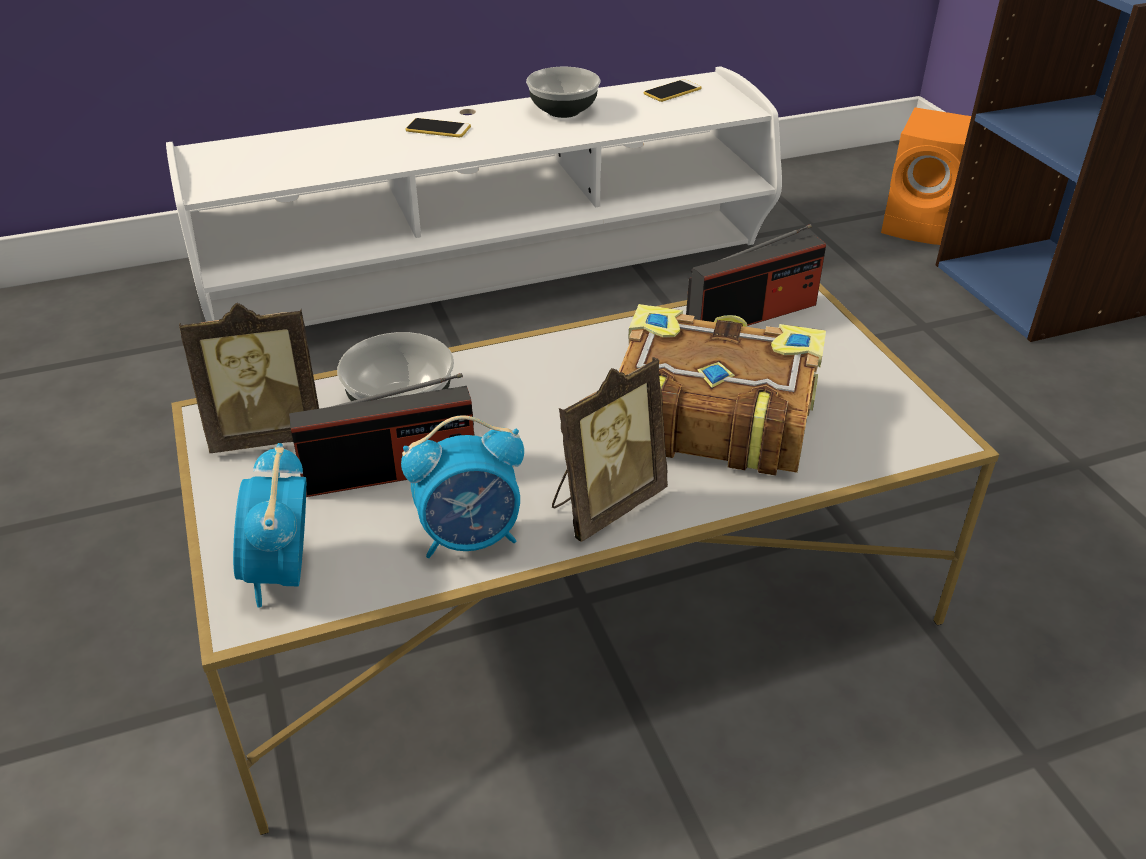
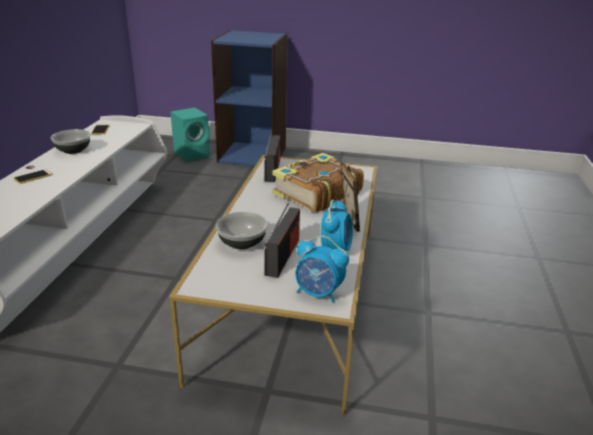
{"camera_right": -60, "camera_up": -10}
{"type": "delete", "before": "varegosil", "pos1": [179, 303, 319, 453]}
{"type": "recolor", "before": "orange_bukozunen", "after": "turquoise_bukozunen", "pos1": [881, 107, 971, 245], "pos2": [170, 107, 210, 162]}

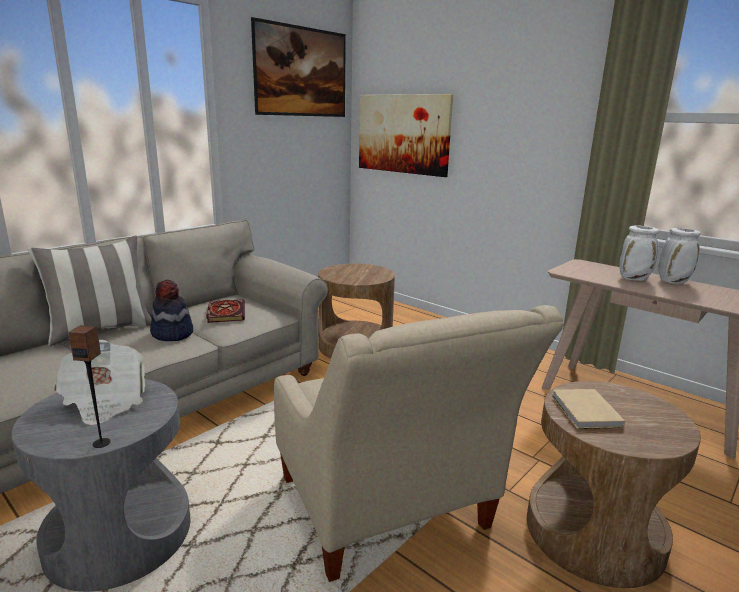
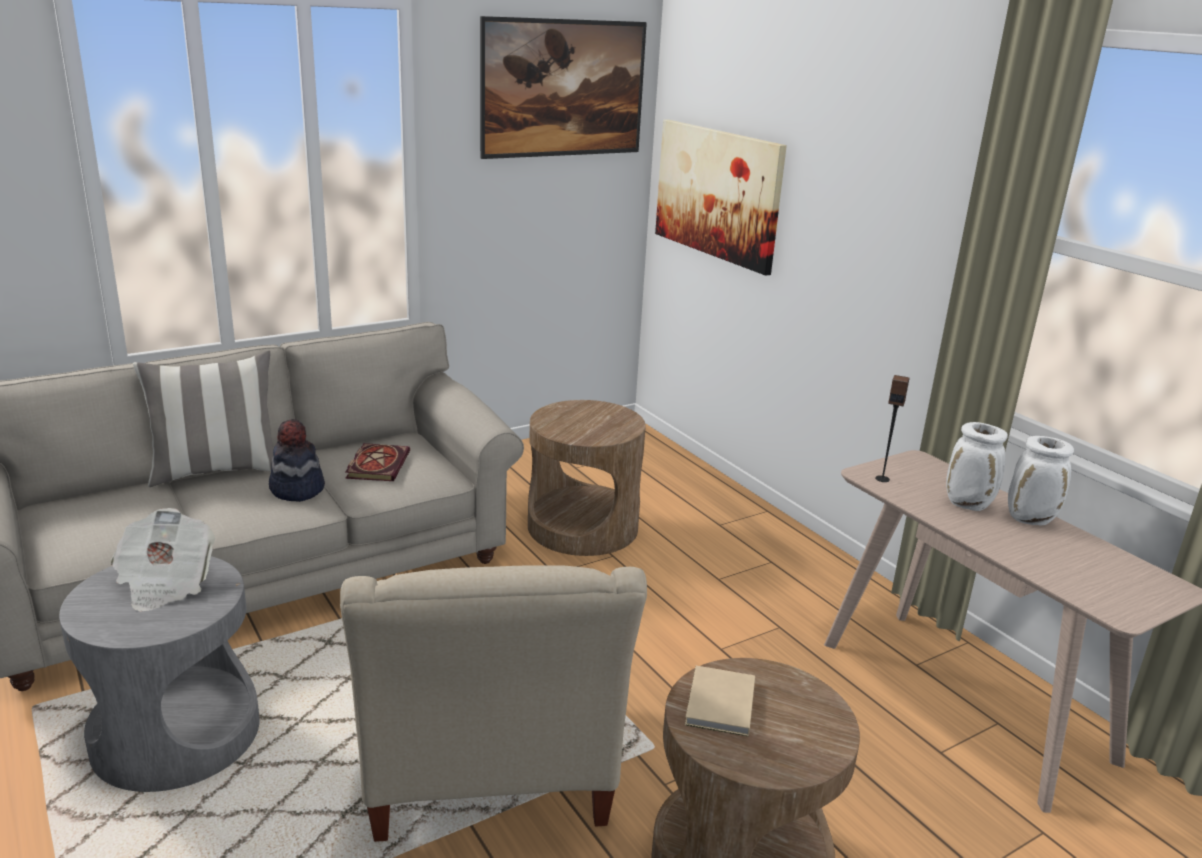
{"camera_right": 15, "camera_up": 5}
{"type": "move", "before": "bukozunen", "pos1": [69, 325, 110, 448], "pos2": [875, 375, 910, 482]}

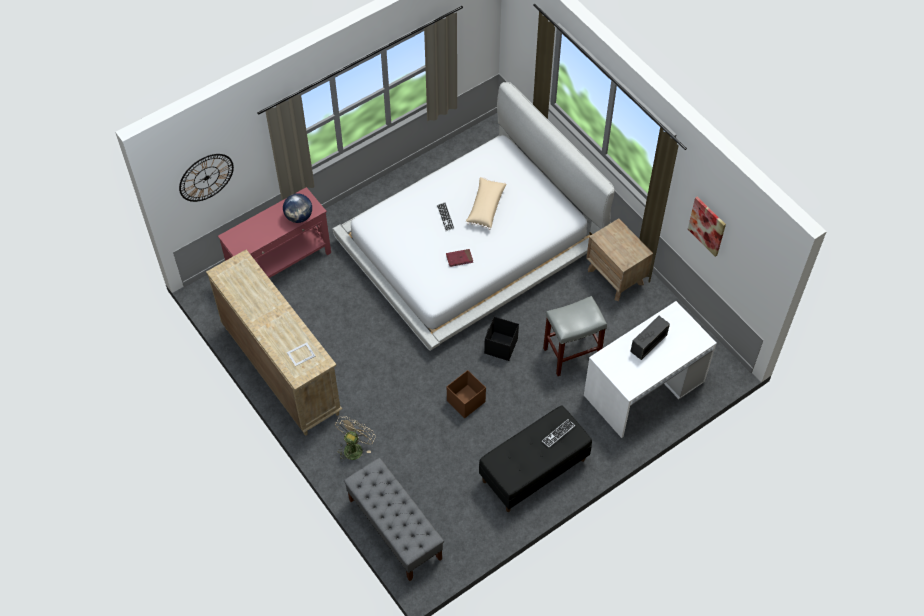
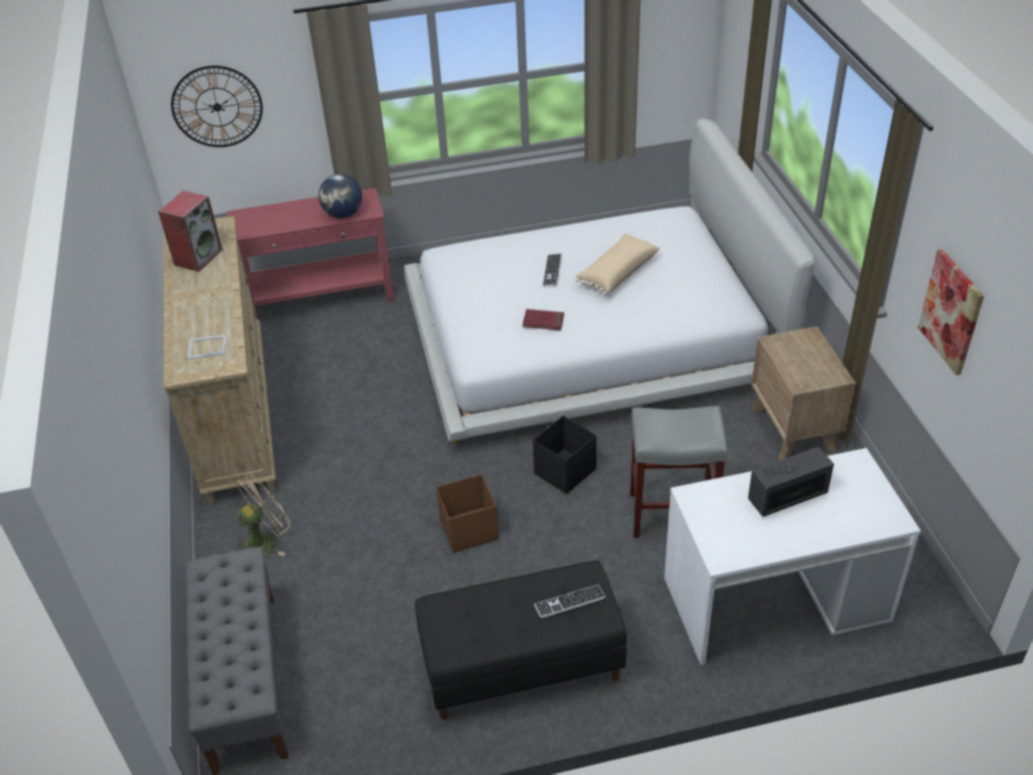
{"camera_right": 25, "camera_up": -15}
{"type": "insert", "after": "bukozunen", "pos2": [158, 190, 223, 272]}

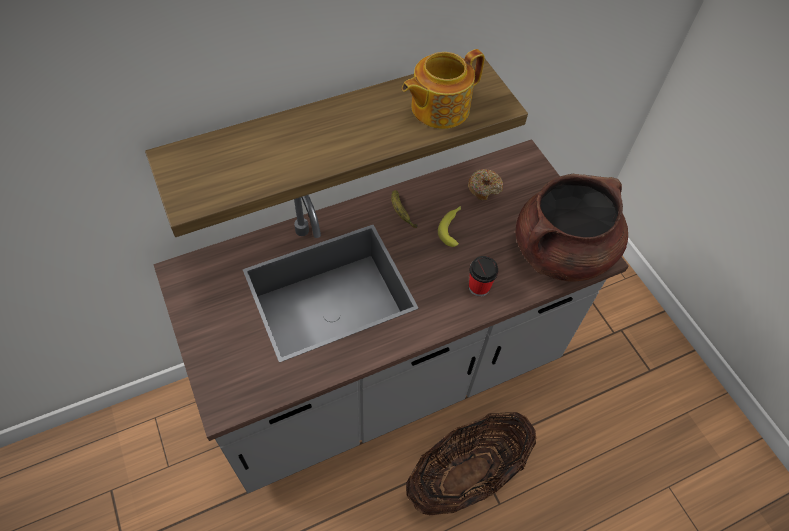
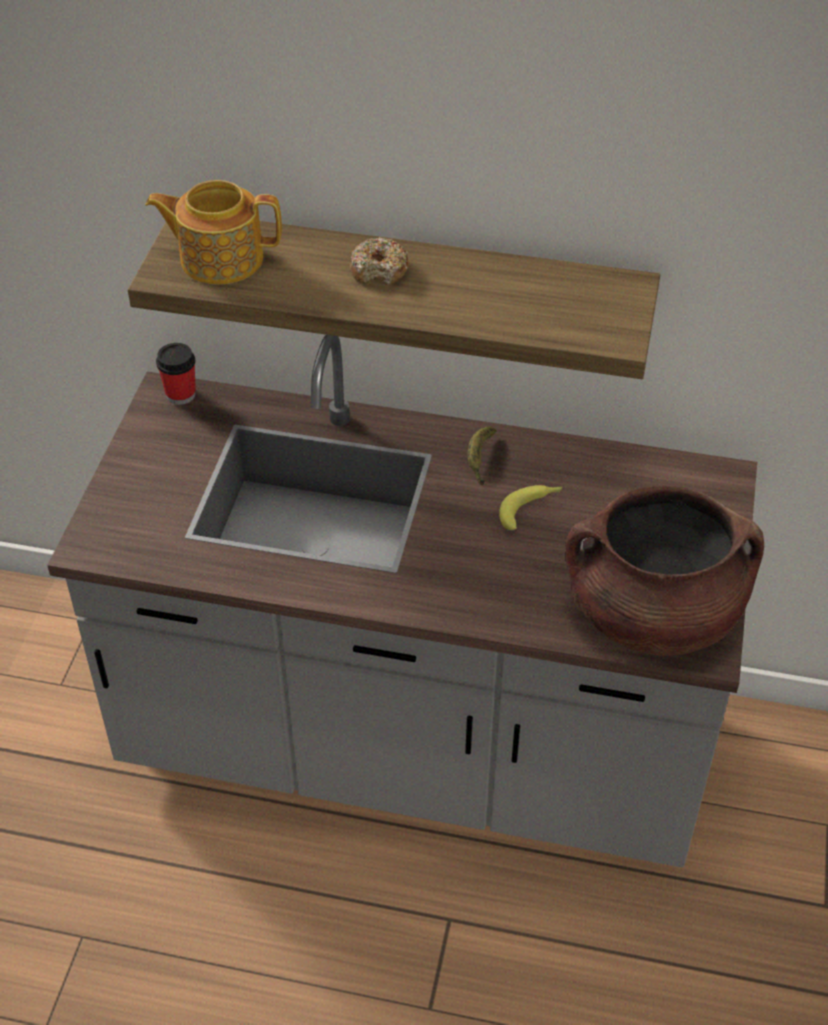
{"camera_right": 40, "camera_up": -10}
{"type": "move", "before": "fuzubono", "pos1": [402, 49, 485, 129], "pos2": [145, 180, 282, 285]}
{"type": "delete", "before": "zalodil", "pos1": [406, 412, 536, 515]}
{"type": "move", "before": "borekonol", "pos1": [468, 169, 503, 200], "pos2": [350, 237, 409, 285]}
{"type": "move", "before": "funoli", "pos1": [469, 256, 498, 297], "pos2": [156, 343, 196, 405]}

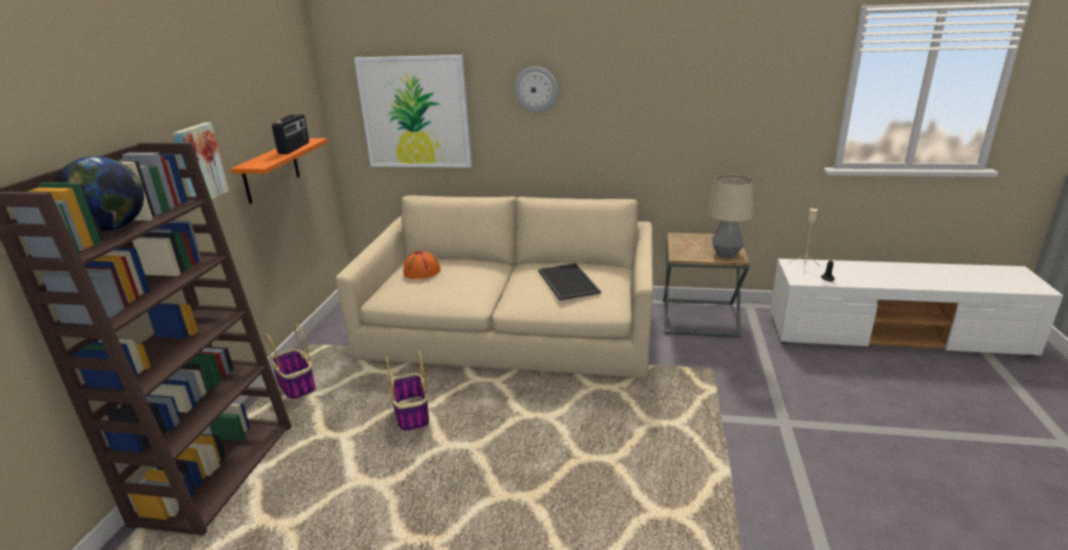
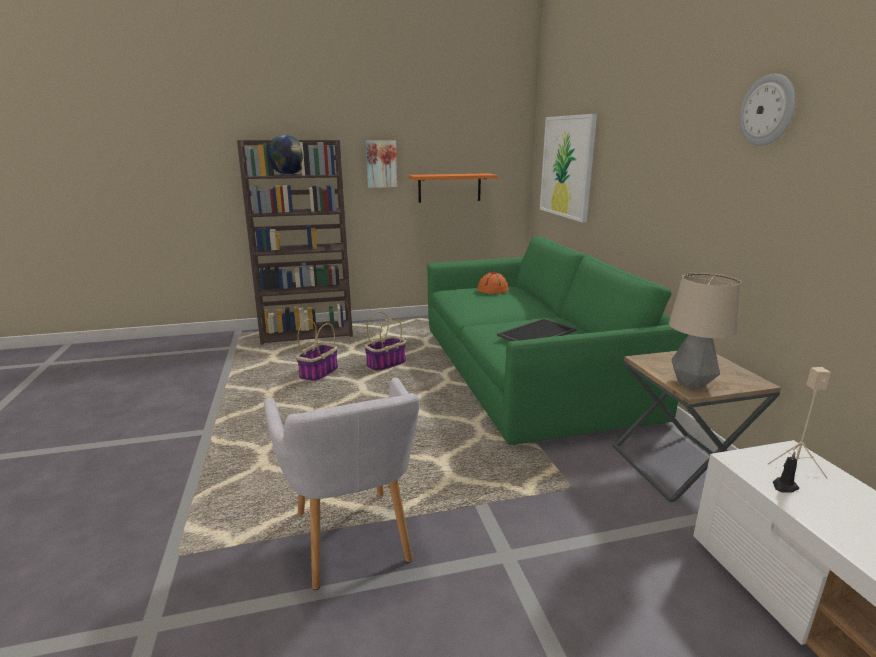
{"camera_right": 65, "camera_up": -5}
{"type": "move", "before": "zalodil", "pos1": [265, 324, 316, 400], "pos2": [296, 319, 338, 382]}
{"type": "delete", "before": "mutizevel", "pos1": [272, 114, 309, 154]}
{"type": "recolor", "before": "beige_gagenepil", "after": "green_gagenepil", "pos1": [336, 195, 653, 378], "pos2": [427, 236, 688, 445]}
{"type": "move", "before": "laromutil", "pos1": [514, 67, 558, 112], "pos2": [739, 74, 796, 146]}
{"type": "insert", "after": "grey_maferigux", "pos2": [264, 377, 420, 590]}

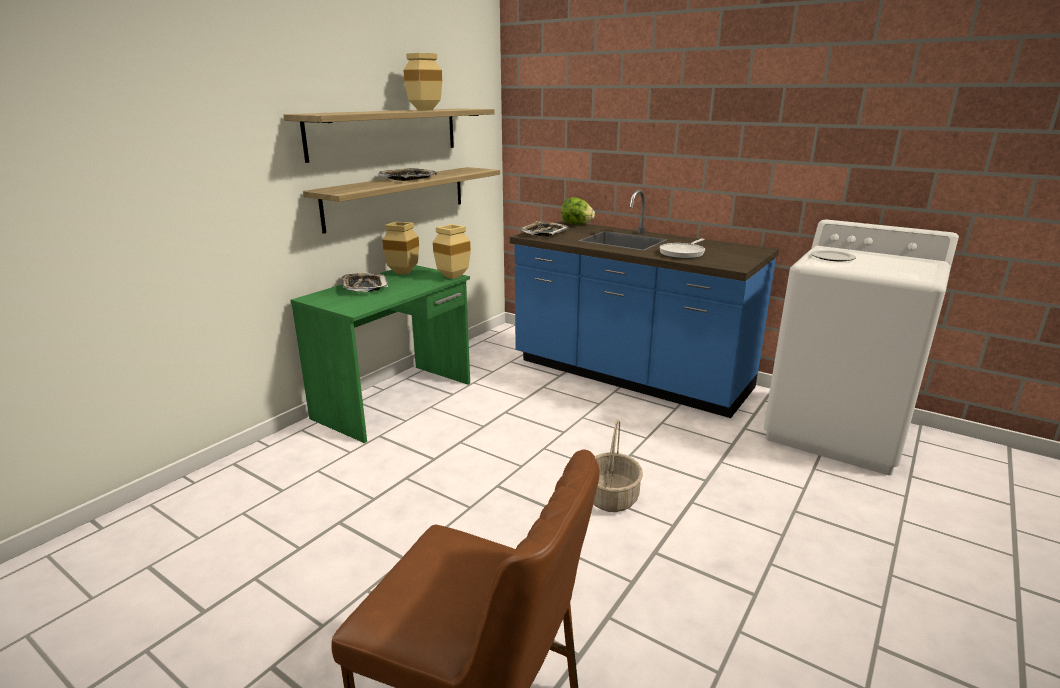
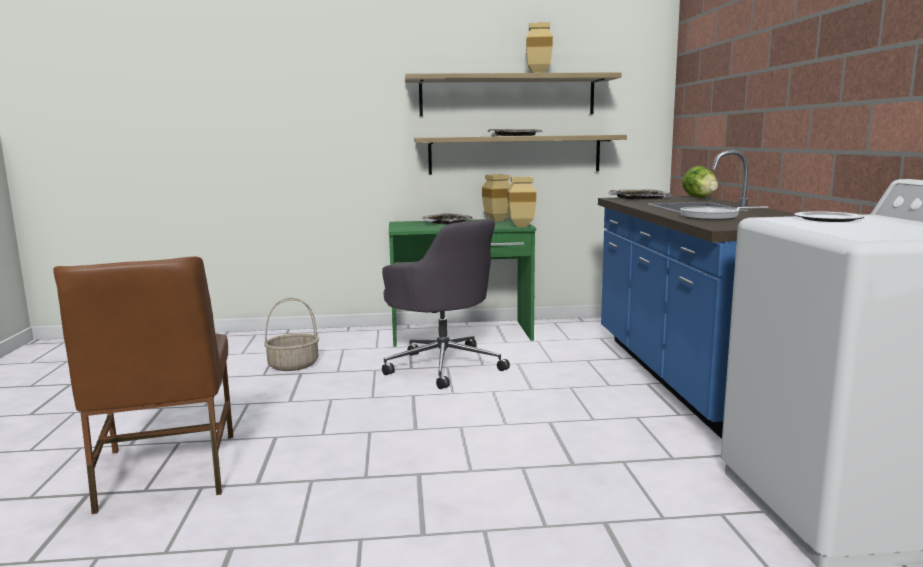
{"camera_right": 50, "camera_up": -10}
{"type": "move", "before": "zalodil", "pos1": [593, 420, 643, 512], "pos2": [264, 298, 319, 371]}
{"type": "insert", "after": "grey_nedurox", "pos2": [382, 219, 510, 389]}

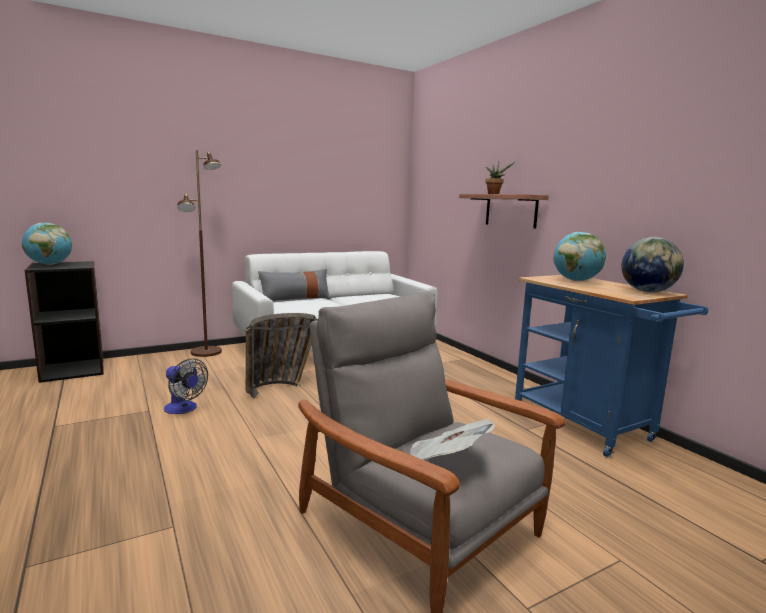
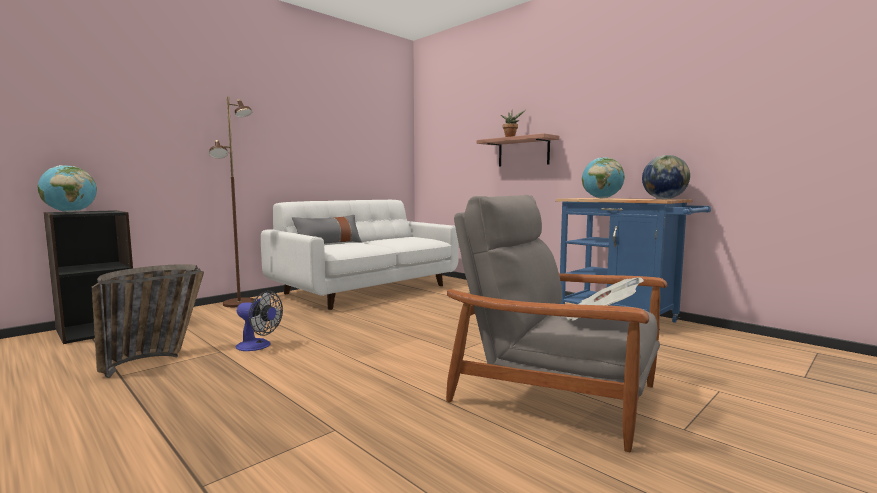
{"camera_right": -15, "camera_up": -5}
{"type": "move", "before": "zalodil", "pos1": [246, 313, 318, 398], "pos2": [92, 264, 204, 378]}

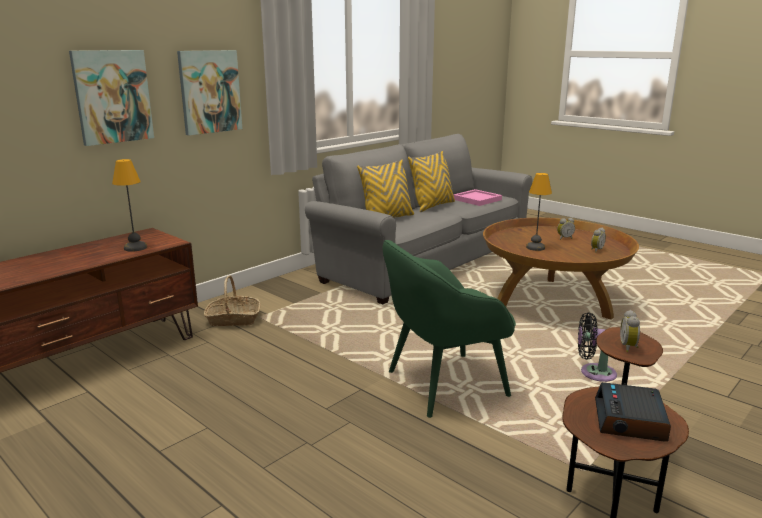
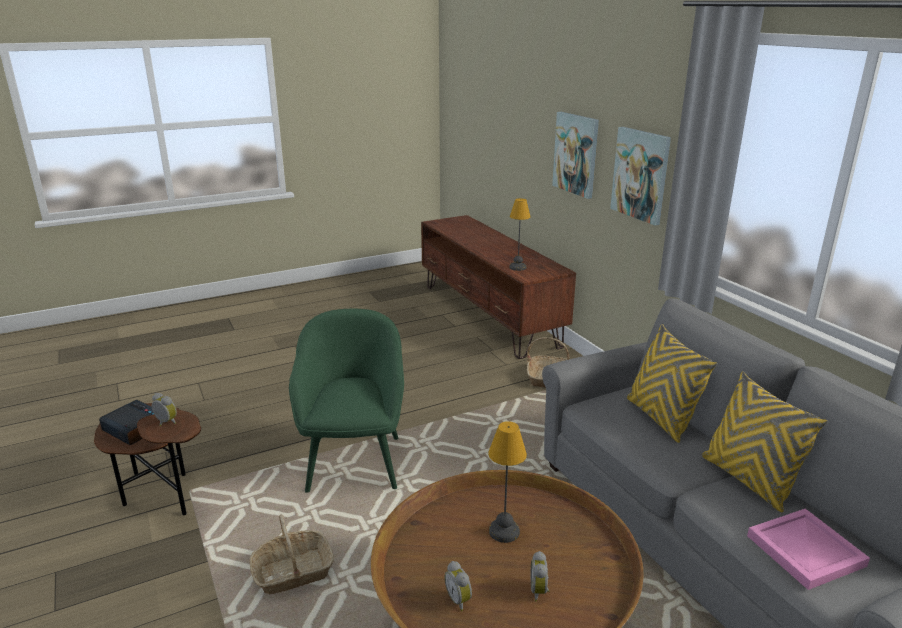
{"camera_right": 110, "camera_up": 5}
{"type": "replace", "before": "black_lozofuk", "after": "zalodil", "pos1": [578, 313, 617, 382], "pos2": [249, 514, 334, 595]}

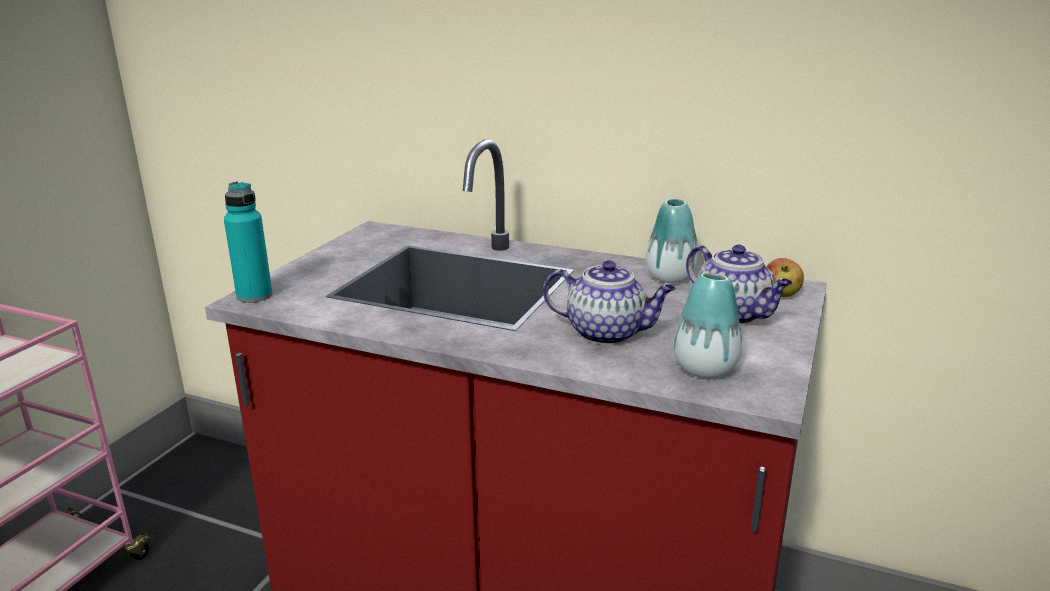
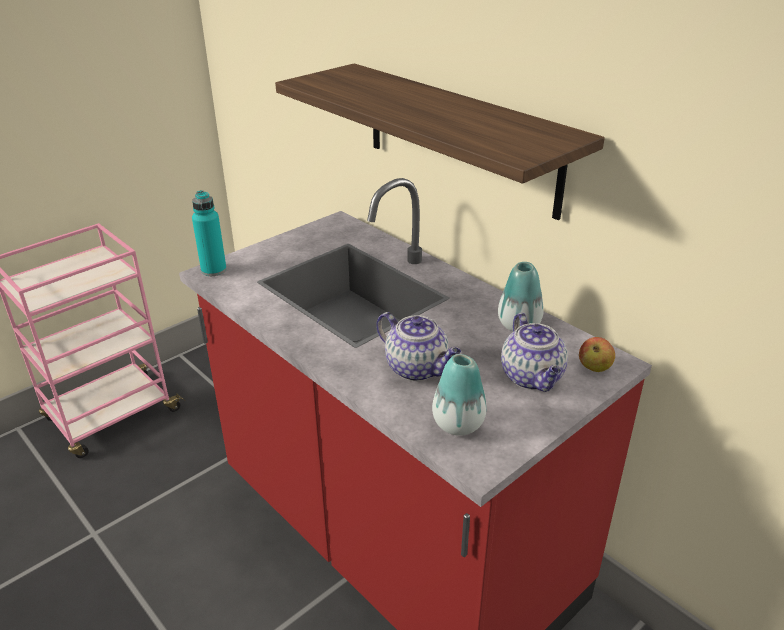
{"camera_right": 25, "camera_up": 10}
{"type": "insert", "after": "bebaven", "pos2": [275, 63, 605, 220]}

